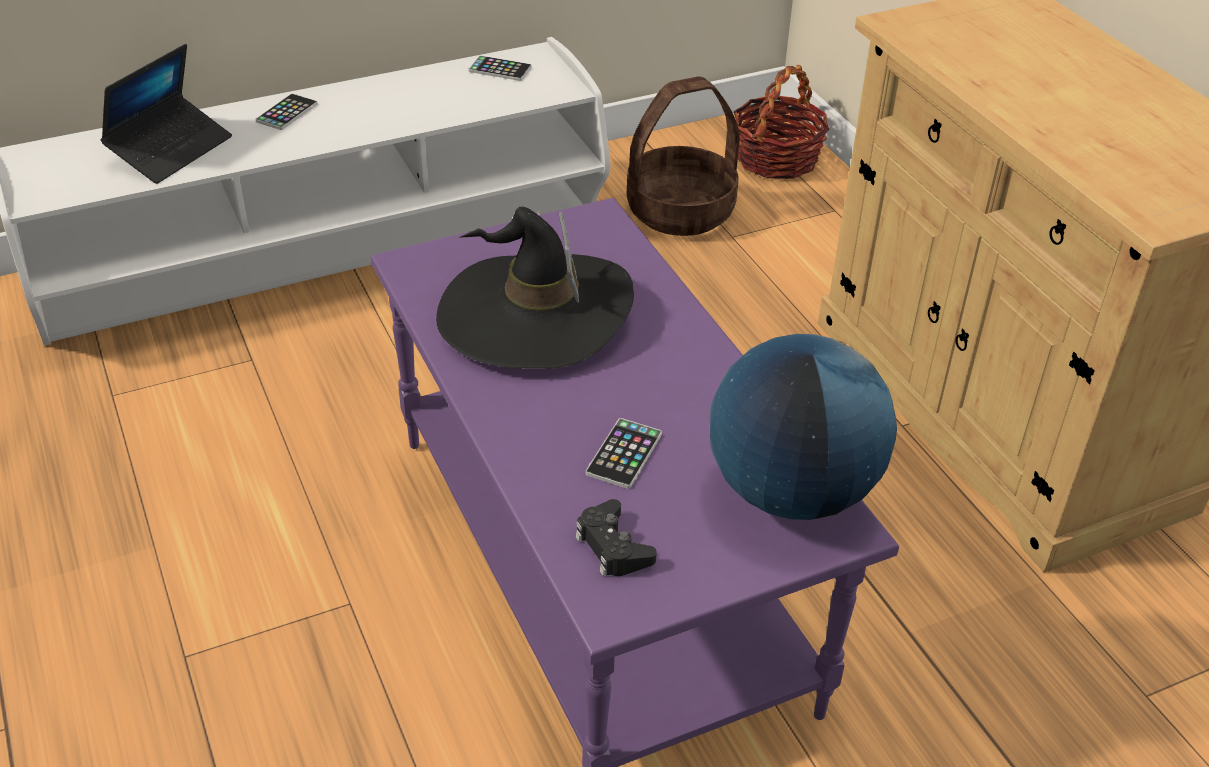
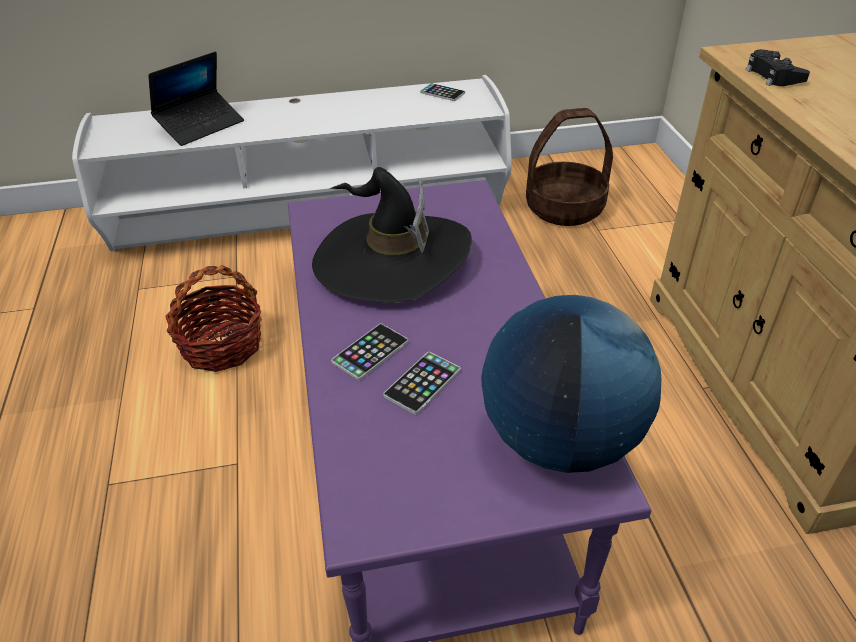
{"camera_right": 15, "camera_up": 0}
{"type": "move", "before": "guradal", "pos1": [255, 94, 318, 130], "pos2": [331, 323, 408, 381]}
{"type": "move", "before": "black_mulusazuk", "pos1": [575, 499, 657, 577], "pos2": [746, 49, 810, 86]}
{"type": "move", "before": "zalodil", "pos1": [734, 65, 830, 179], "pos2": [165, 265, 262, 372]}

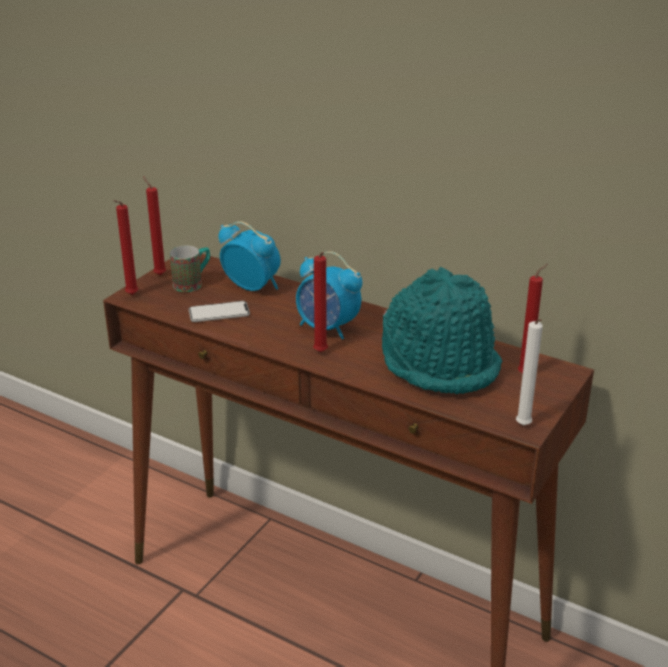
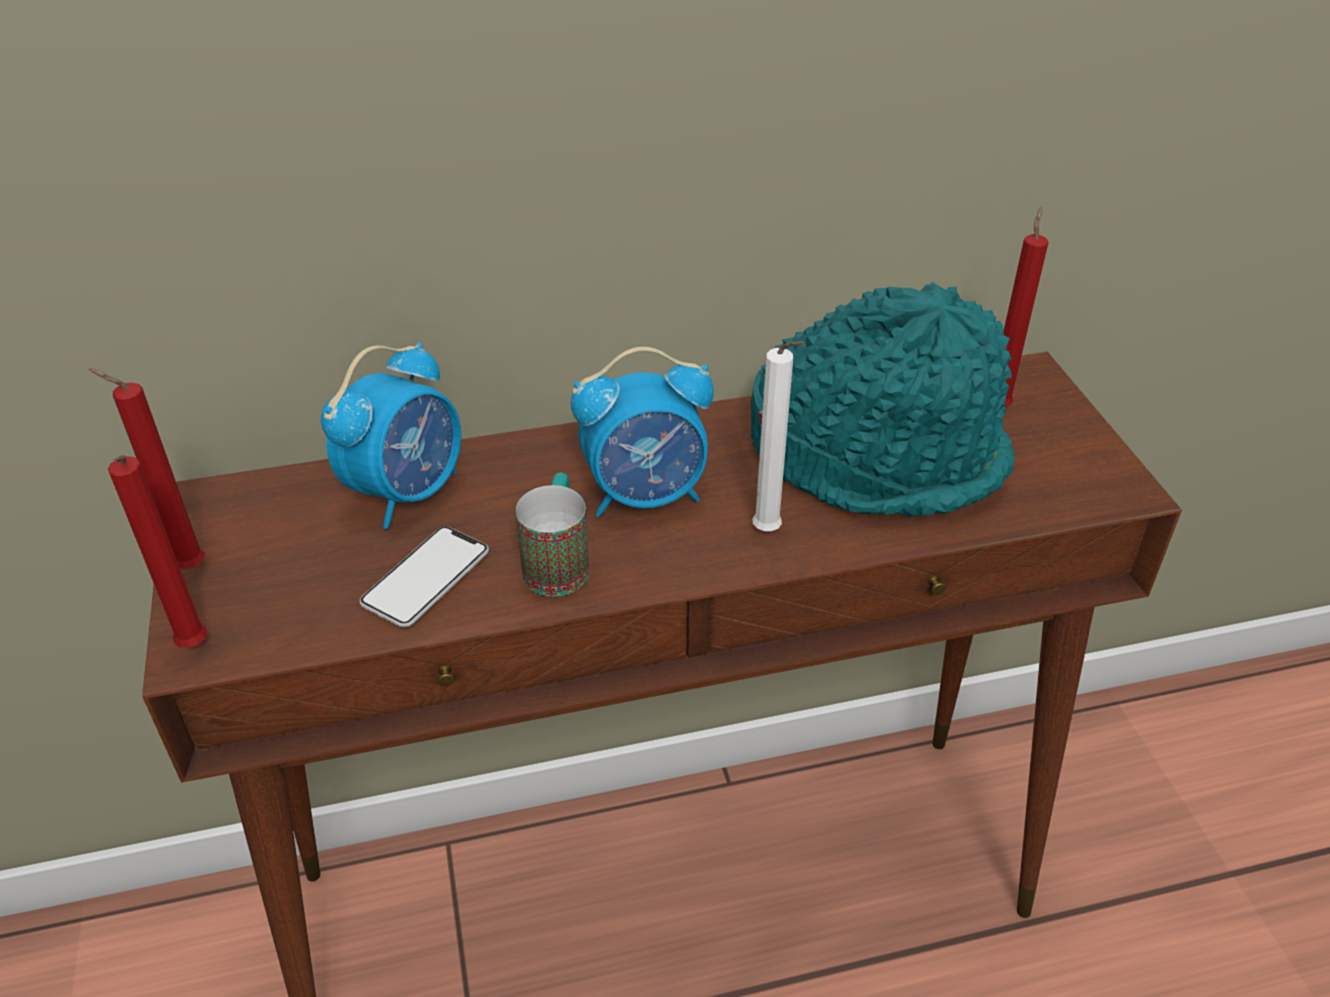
{"camera_right": -45, "camera_up": 10}
{"type": "move", "before": "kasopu", "pos1": [170, 246, 210, 292], "pos2": [516, 473, 589, 597]}
{"type": "rotate", "before": "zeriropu", "pos1": [218, 221, 281, 291], "pos2": [321, 343, 461, 529], "turn": 135}
{"type": "delete", "before": "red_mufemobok", "pos1": [313, 252, 328, 352]}
{"type": "move", "before": "white_mufemobok", "pos1": [516, 319, 543, 425], "pos2": [752, 341, 805, 531]}

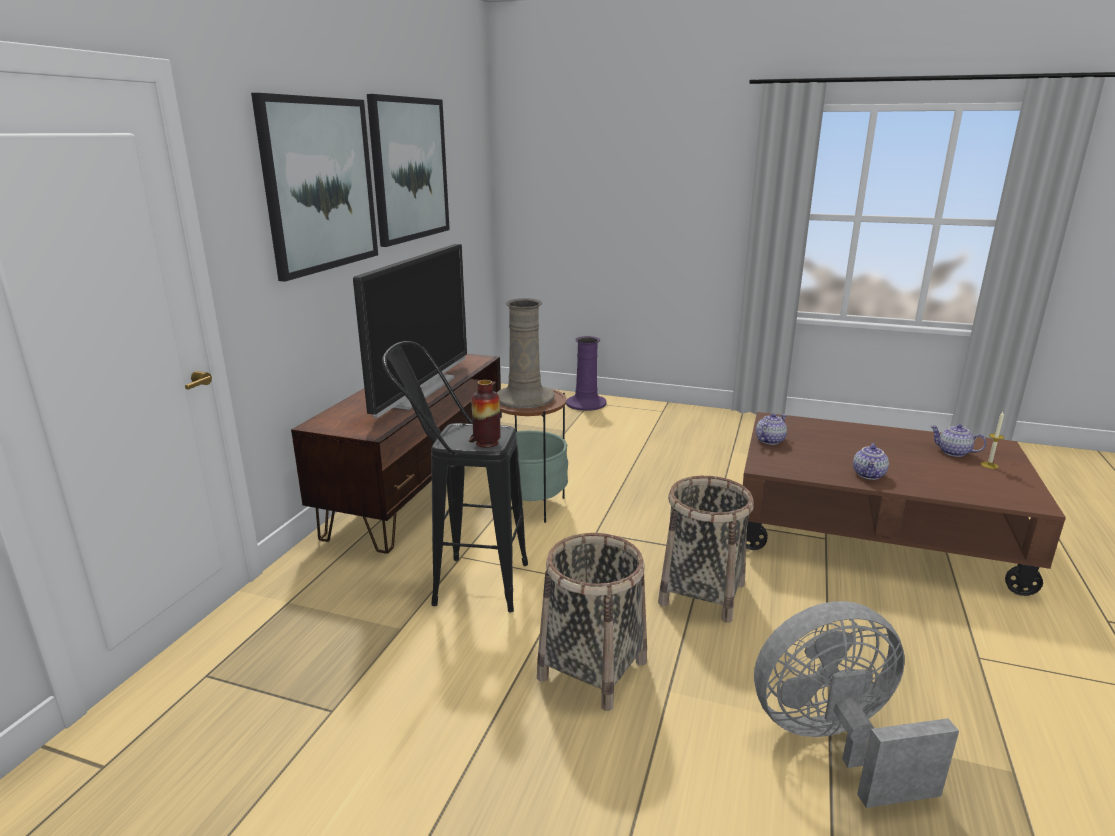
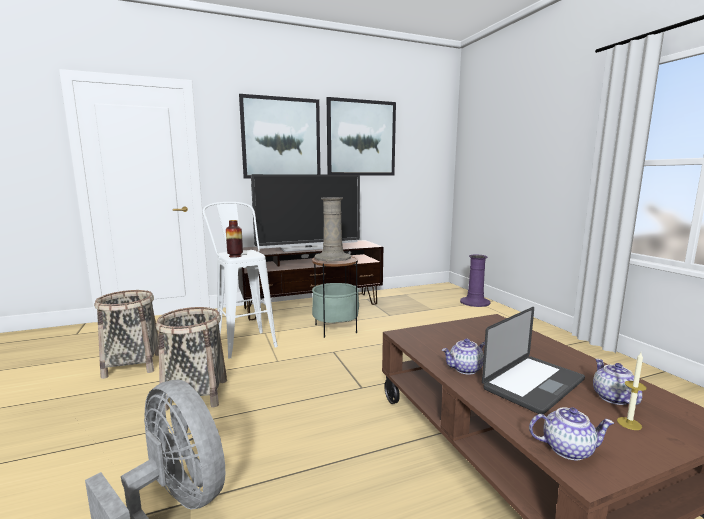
{"camera_right": 50, "camera_up": -10}
{"type": "recolor", "before": "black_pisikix", "after": "white_pisikix", "pos1": [382, 341, 528, 612], "pos2": [203, 202, 278, 358]}
{"type": "move", "before": "zalodil", "pos1": [658, 476, 754, 623], "pos2": [94, 290, 159, 379]}
{"type": "move", "before": "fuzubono", "pos1": [756, 413, 787, 445], "pos2": [529, 407, 615, 460]}
{"type": "insert", "after": "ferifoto", "pos2": [482, 307, 585, 414]}

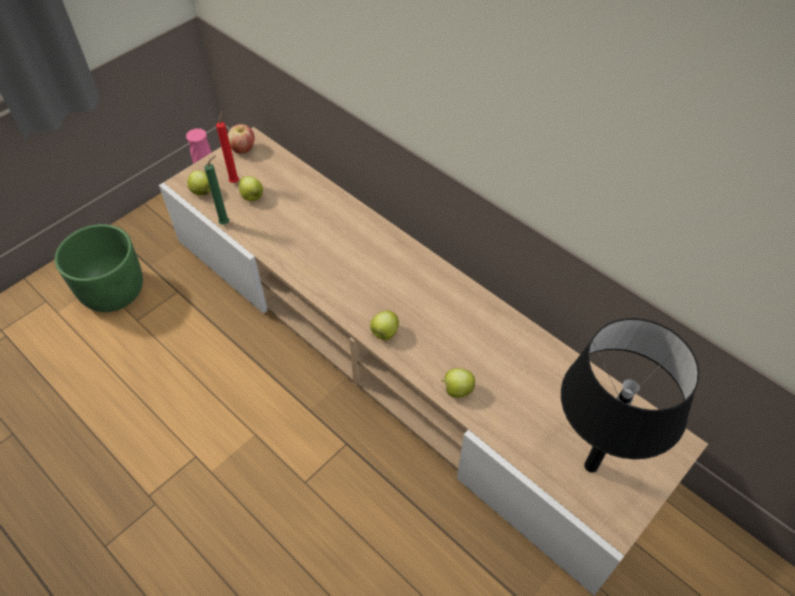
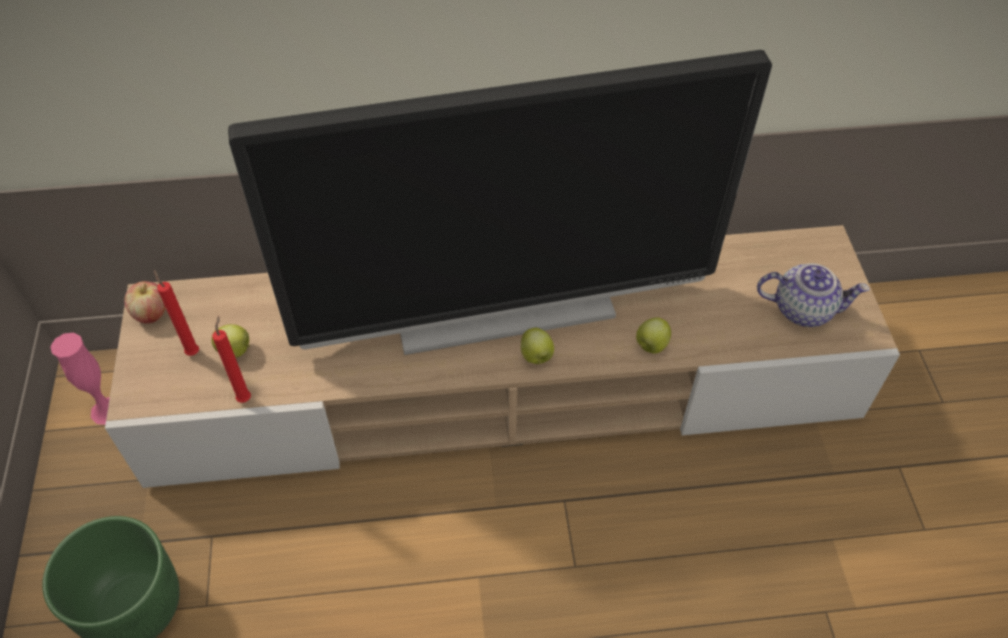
{"camera_right": -50, "camera_up": 0}
{"type": "delete", "before": "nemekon", "pos1": [187, 170, 211, 195]}
{"type": "recolor", "before": "green_mufemobok", "after": "red_mufemobok", "pos1": [204, 155, 229, 225], "pos2": [212, 316, 251, 403]}
{"type": "replace", "before": "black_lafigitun", "after": "fuzubono", "pos1": [561, 318, 699, 473], "pos2": [757, 263, 870, 327]}
{"type": "insert", "after": "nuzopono", "pos2": [228, 50, 772, 355]}

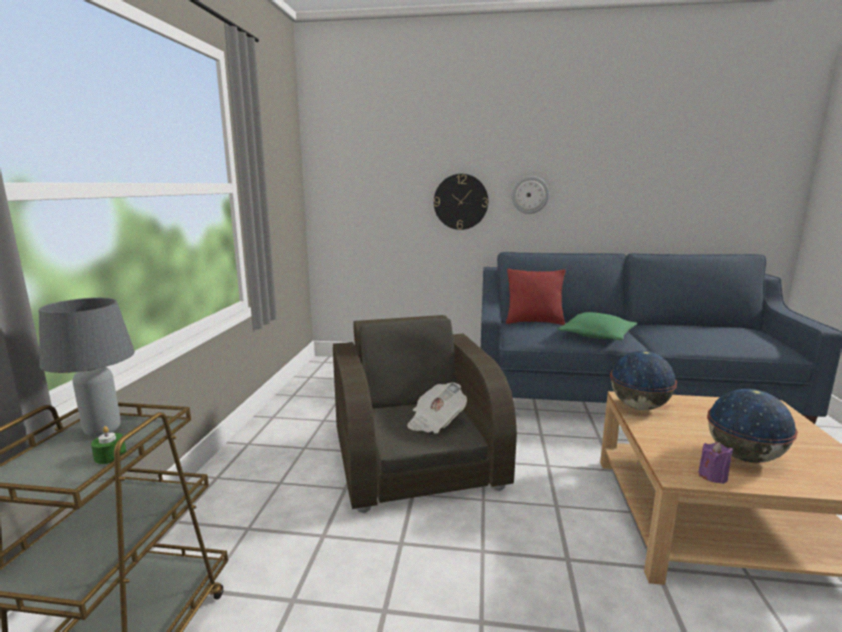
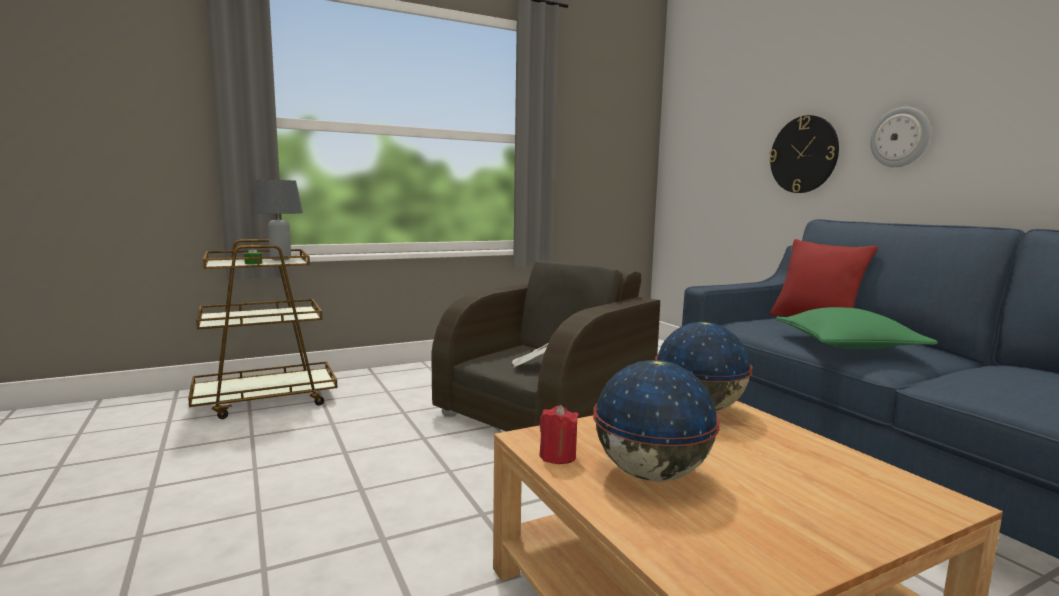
{"camera_right": 55, "camera_up": -5}
{"type": "recolor", "before": "purple_mufemobok", "after": "red_mufemobok", "pos1": [698, 442, 733, 484], "pos2": [539, 405, 579, 464]}

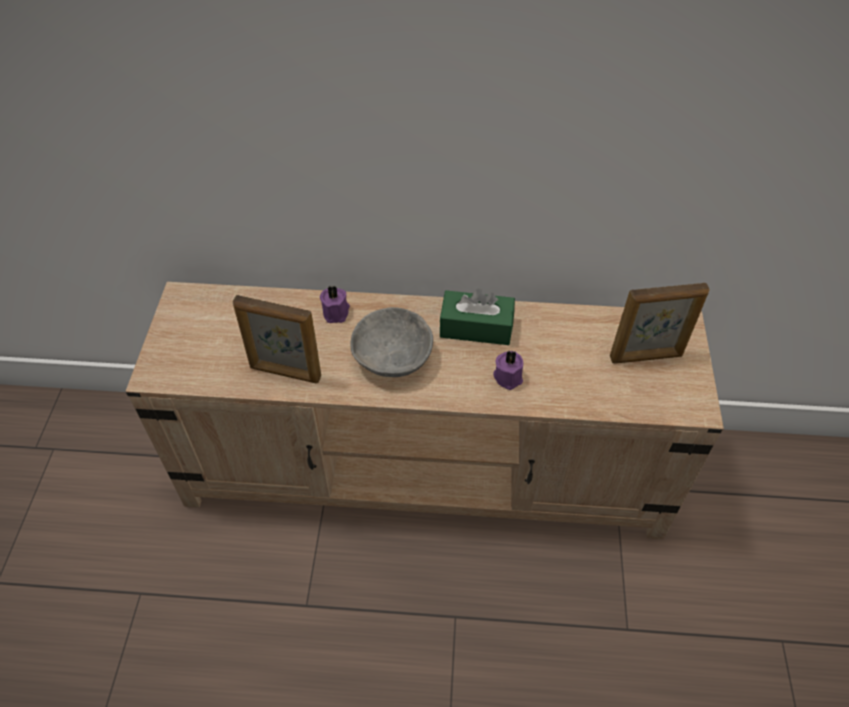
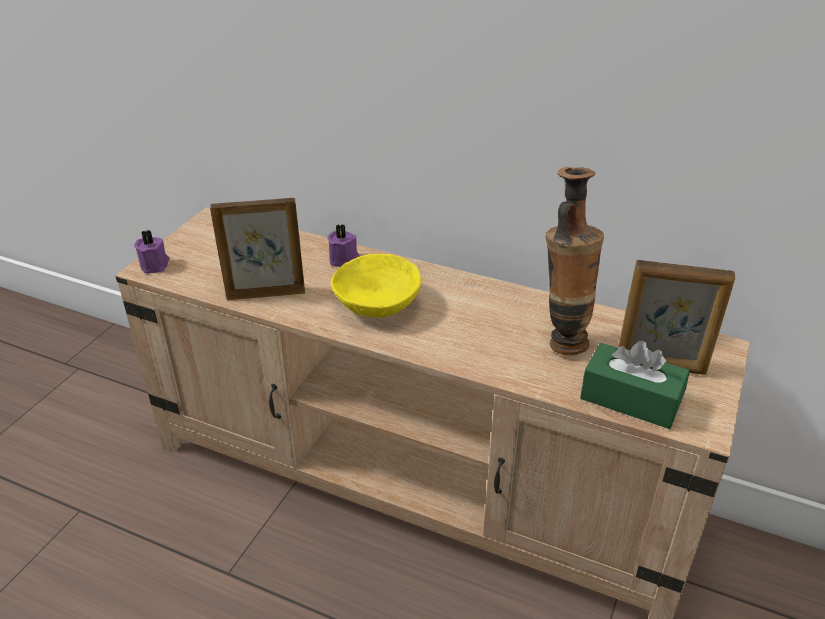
{"camera_right": 20, "camera_up": -15}
{"type": "rotate", "before": "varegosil", "pos1": [233, 295, 321, 383], "pos2": [210, 198, 305, 300], "turn": 135}
{"type": "recolor", "before": "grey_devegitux", "after": "yellow_devegitux", "pos1": [350, 307, 433, 377], "pos2": [331, 254, 421, 318]}
{"type": "move", "before": "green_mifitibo", "pos1": [440, 289, 515, 345], "pos2": [580, 341, 690, 429]}
{"type": "move", "before": "purple_mufemobok", "pos1": [493, 351, 523, 390], "pos2": [134, 230, 170, 274]}
{"type": "insert", "after": "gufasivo", "pos2": [546, 167, 604, 355]}

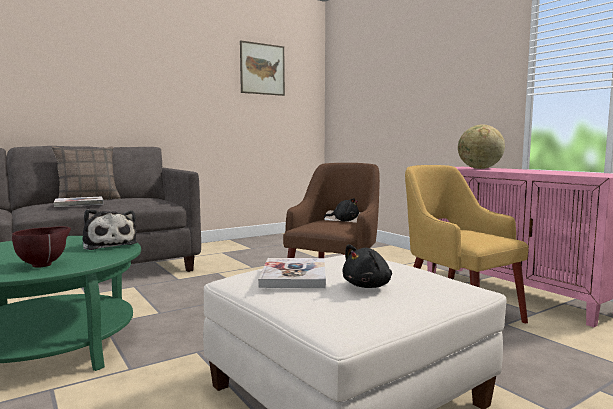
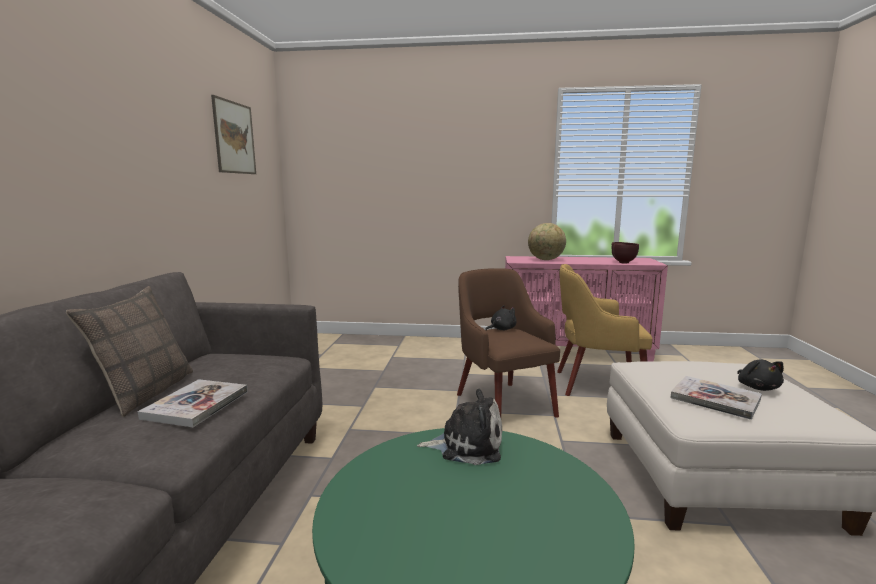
{"camera_right": -50, "camera_up": 5}
{"type": "move", "before": "brown_devegitux", "pos1": [12, 226, 71, 268], "pos2": [612, 242, 639, 264]}

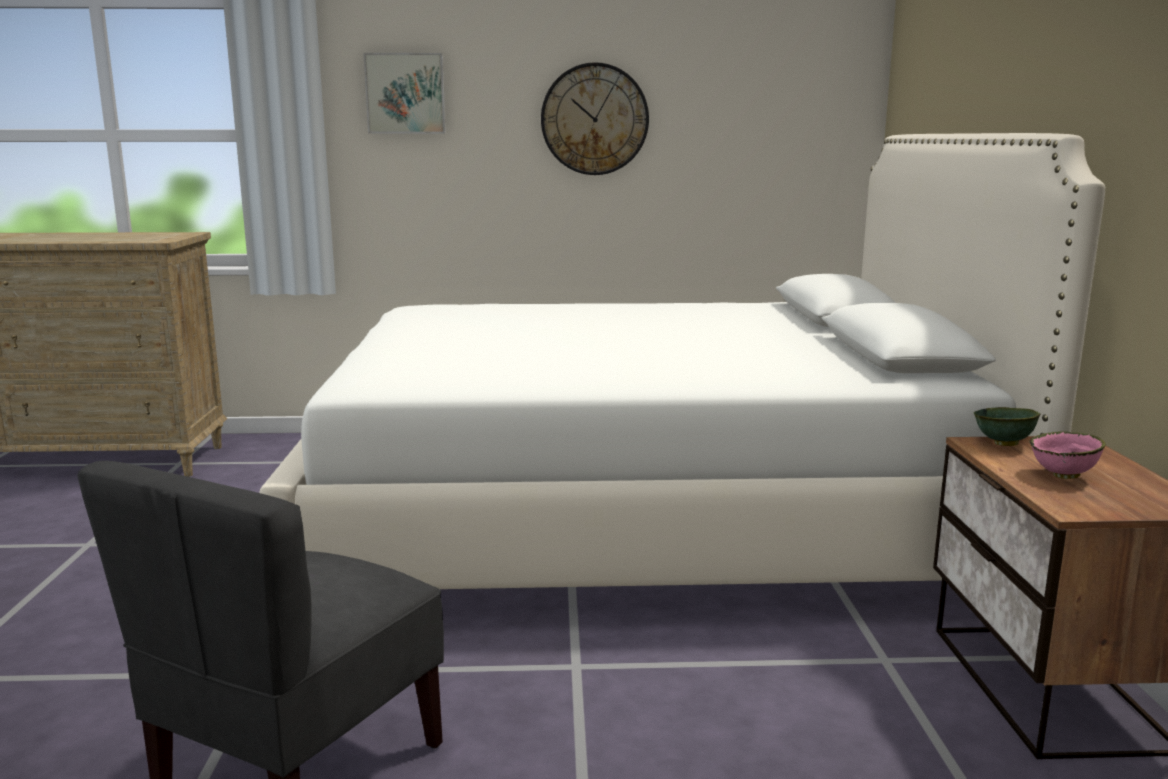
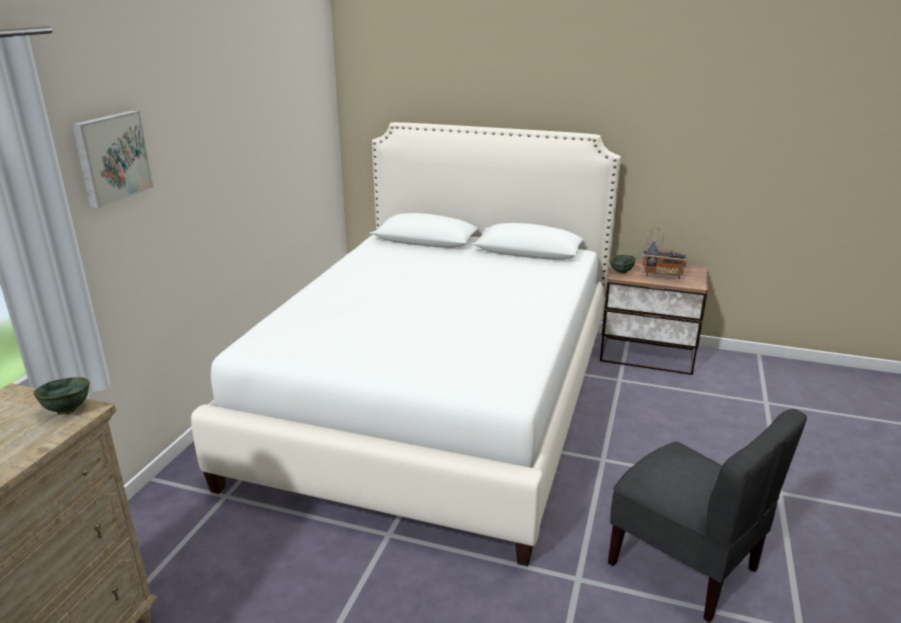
{"camera_right": -70, "camera_up": 10}
{"type": "delete", "before": "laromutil", "pos1": [541, 62, 649, 175]}
{"type": "replace", "before": "pink_devegitux", "after": "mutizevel", "pos1": [1030, 431, 1106, 479], "pos2": [642, 228, 686, 279]}
{"type": "insert", "after": "green_devegitux", "pos2": [33, 377, 90, 415]}

